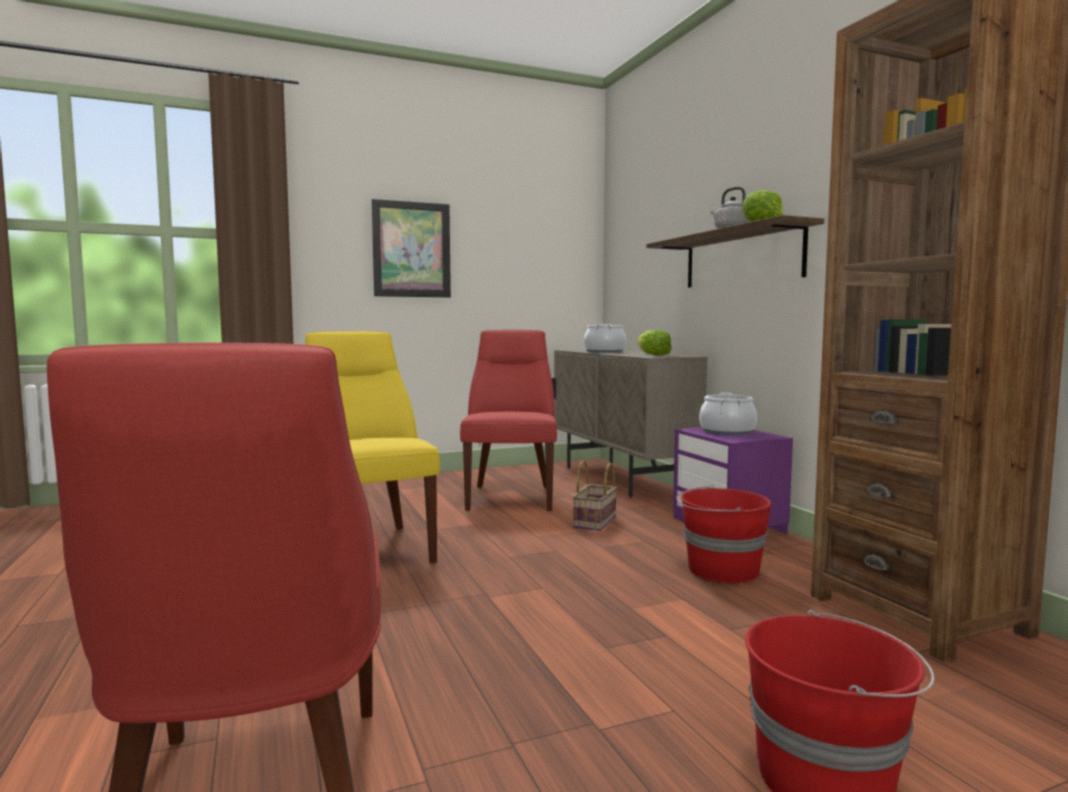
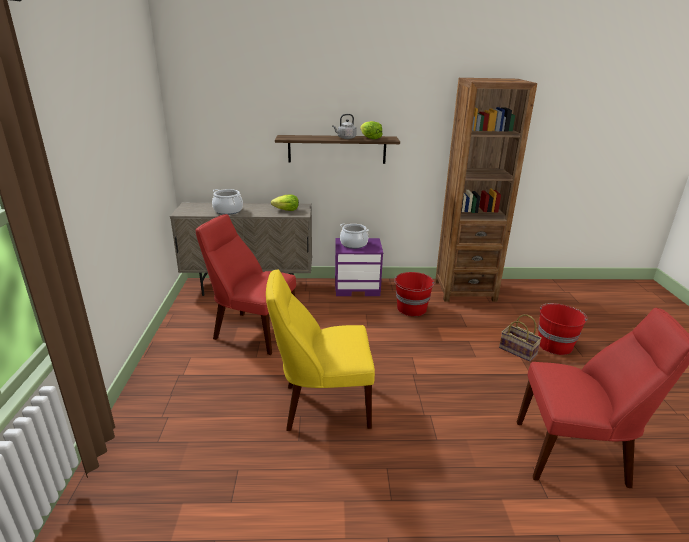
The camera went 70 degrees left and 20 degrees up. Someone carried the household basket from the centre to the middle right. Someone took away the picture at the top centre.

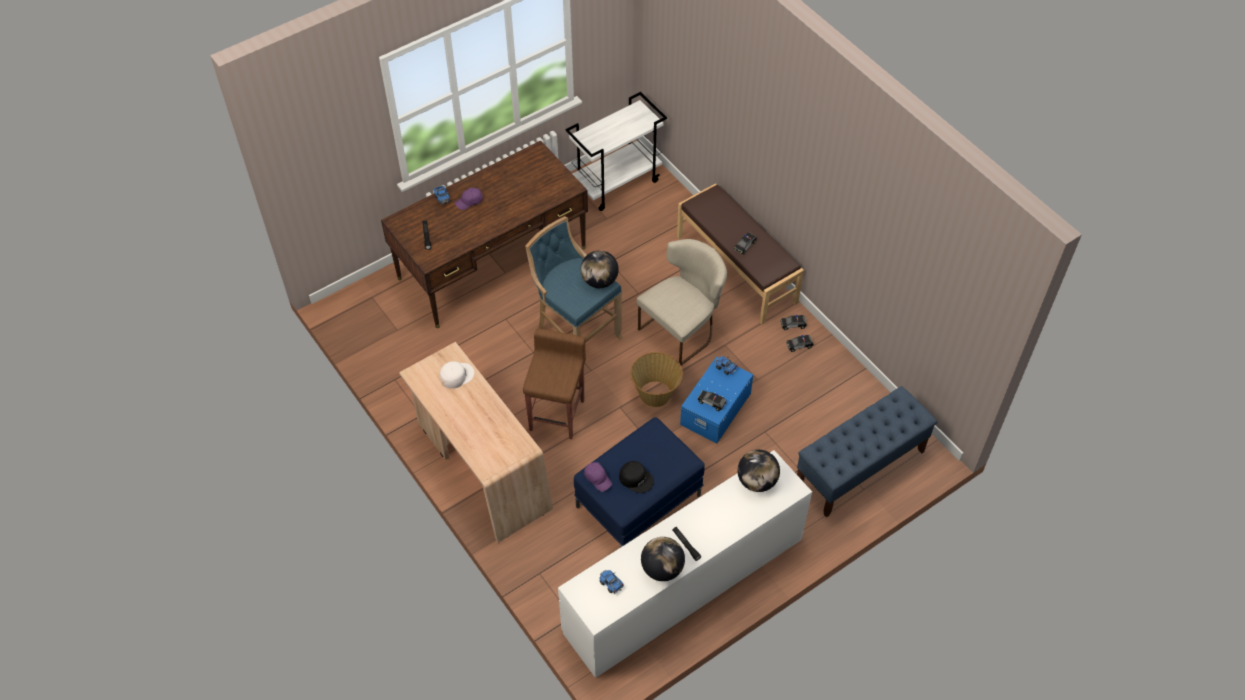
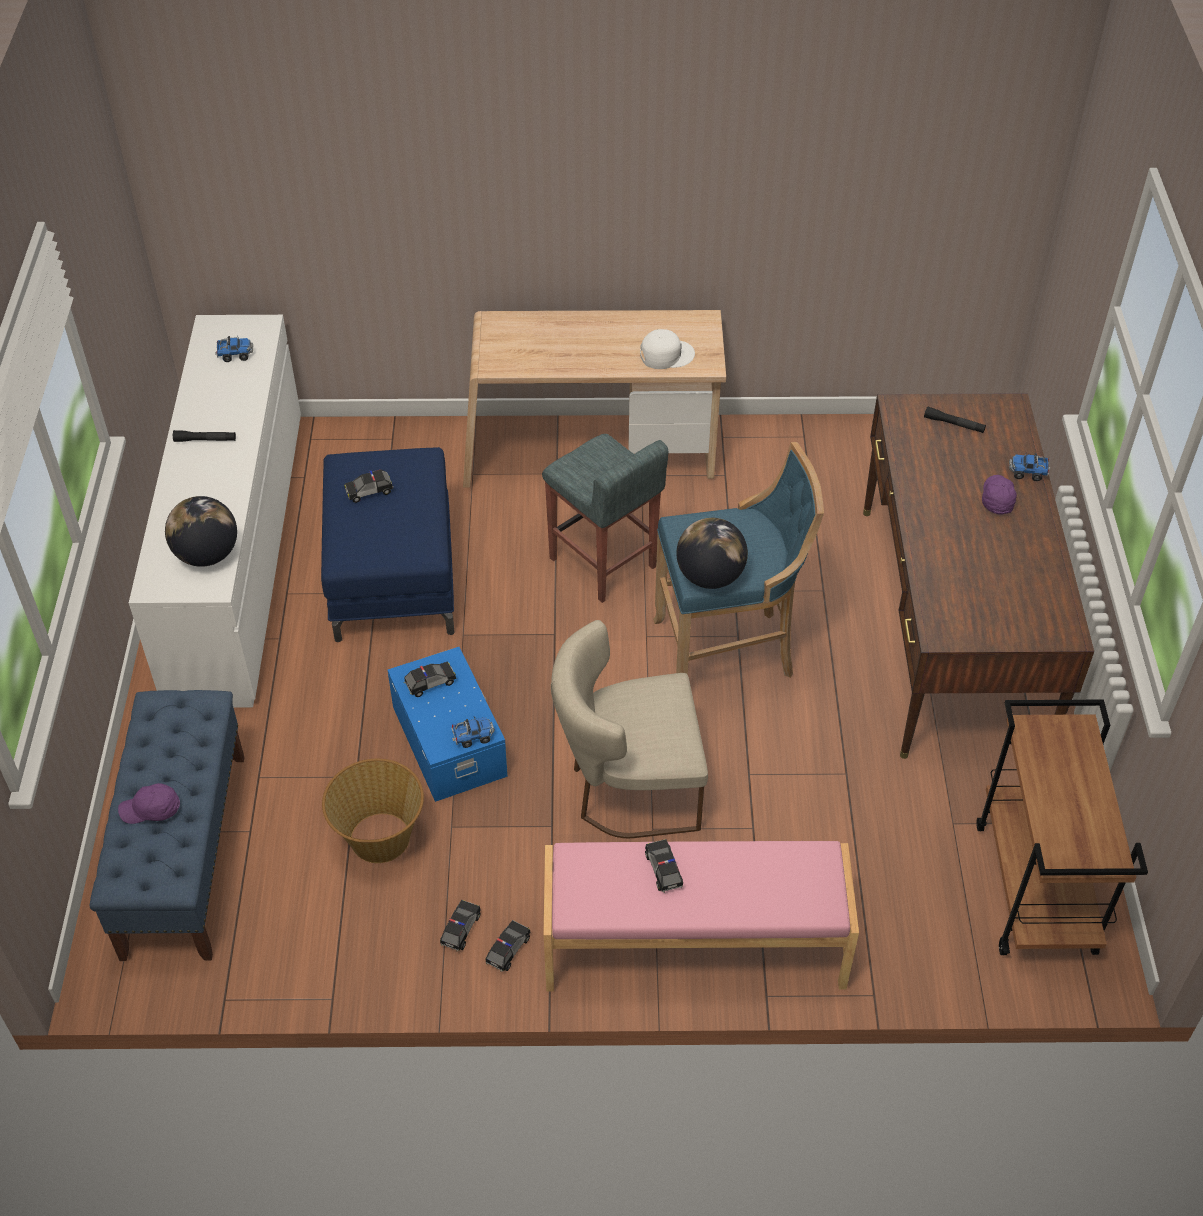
The camera went 125 degrees right and 5 degrees down. Someone carried the purple peaked cap (2nd from left in the first image) from the bottom centre to the middle left. Someone carried the household basket from the centre to the bottom left. Someone swapped the black-coloured peaked cap at the bottom centre for the toy car (1st from left) at the middle left. Someone repainted the brown stool at the centre, which became the greyish stool at the centre. Someone repainted the brown long seat at the centre, which became the pinkish long seat at the bottom centre. Someone rotated the beige-coloured plain chair at the centre by 90 degrees clockwise. Someone rotated the white peaked cap at the centre by 105 degrees counterclockwise. Someone repainted the white wheeled cart at the top centre, which became the brown wheeled cart at the bottom right. Someone took away the globe (2nd from left) at the bottom centre.

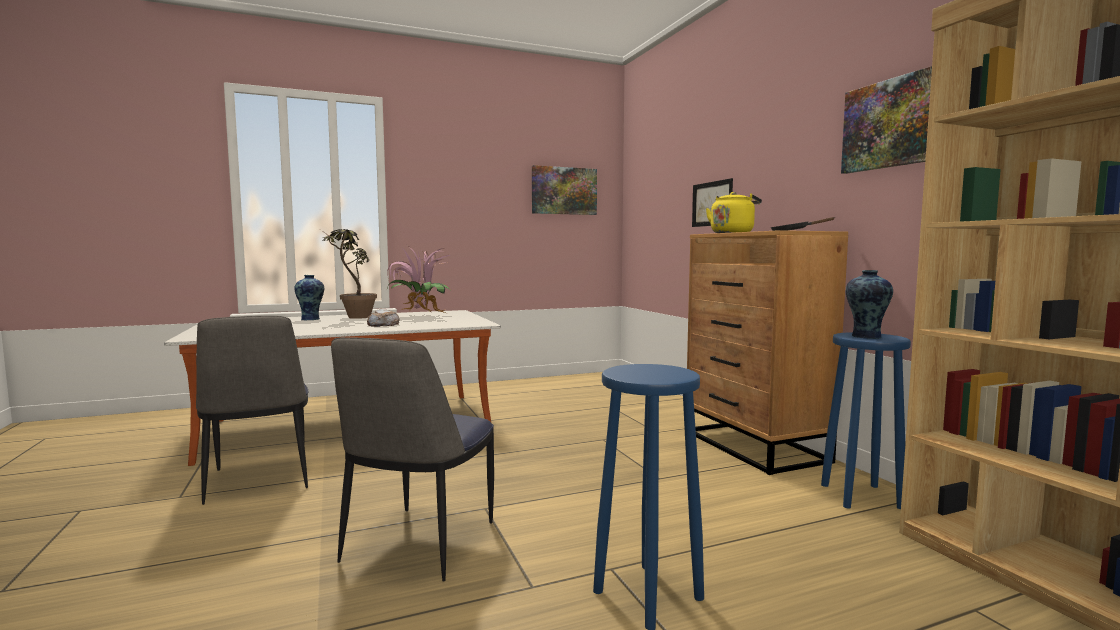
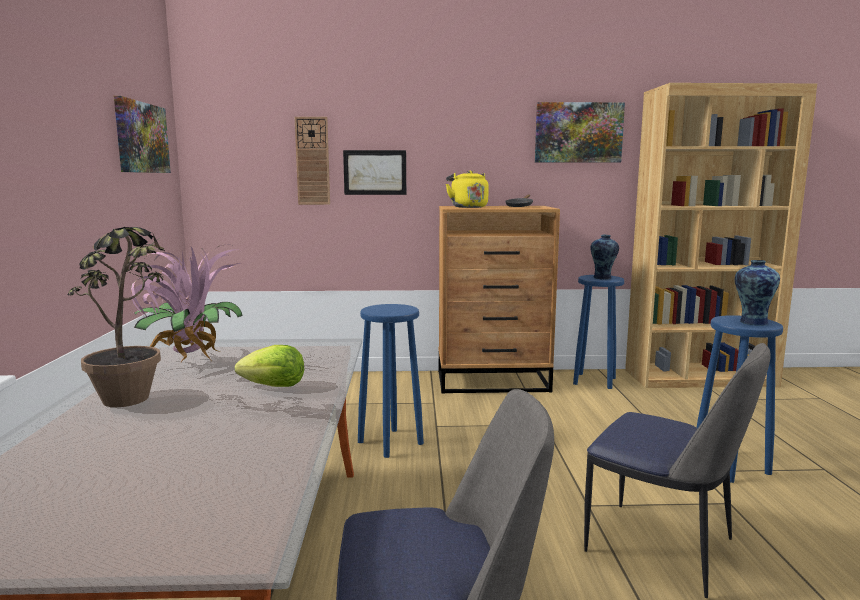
The camera went 70 degrees left and 5 degrees up. Someone swapped the bakery bread at the centre for the lettuce head at the middle left. Someone put up the wall clock at the top centre. Someone put down the blue stool (1st from left) at the centre. Someone carried the vase (1st from left in the first image) from the middle left to the middle right.

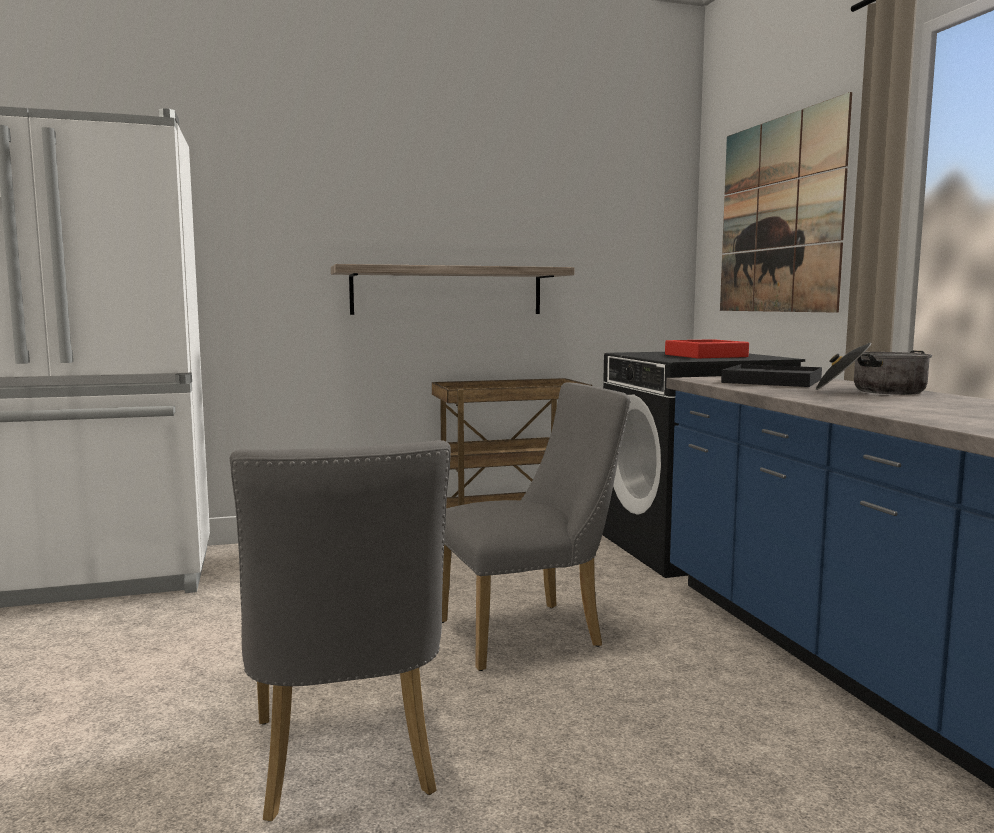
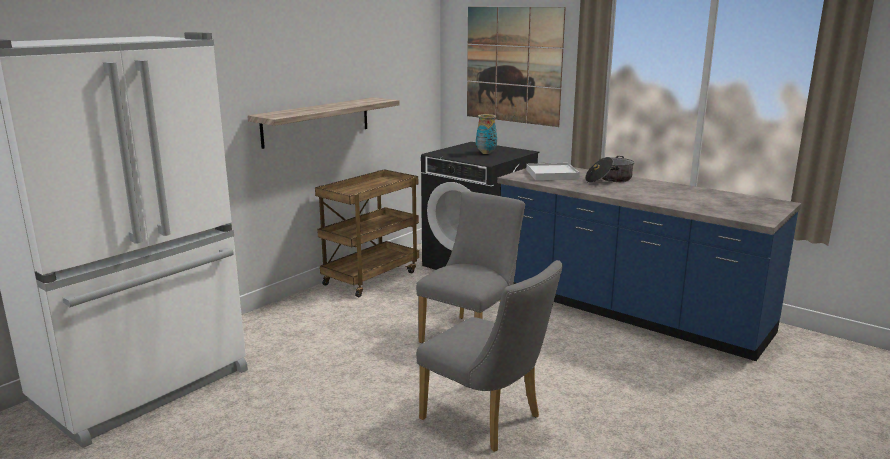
The camera went 35 degrees left and 10 degrees up. Someone swapped the red-coloured carrying tray at the middle right for the vase at the top centre. Someone repainted the black-coloured carrying tray at the middle right, which became the white carrying tray at the centre.

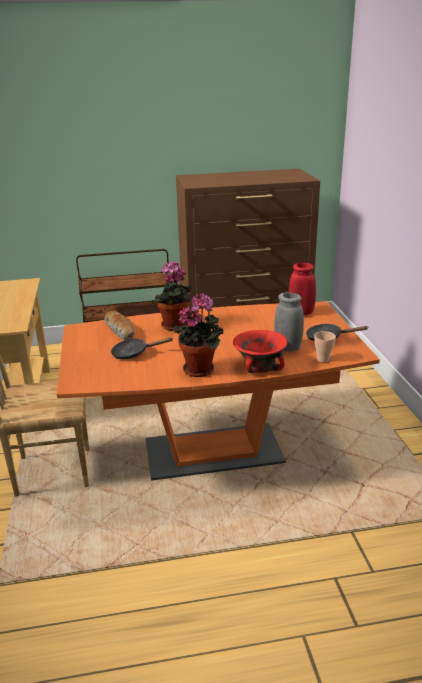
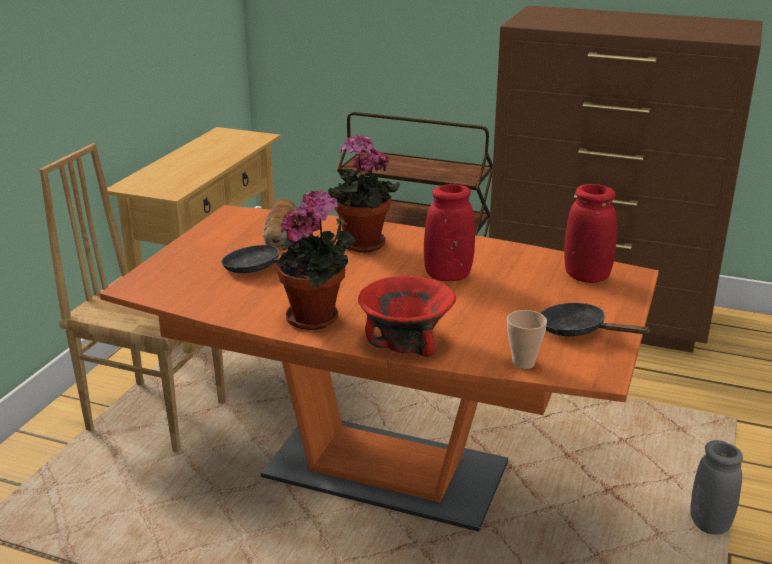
The camera went 30 degrees right and 0 degrees up. Someone put down the red-coloured vase (1st from left) at the centre. Someone carried the greyish vase from the middle right to the bottom right.

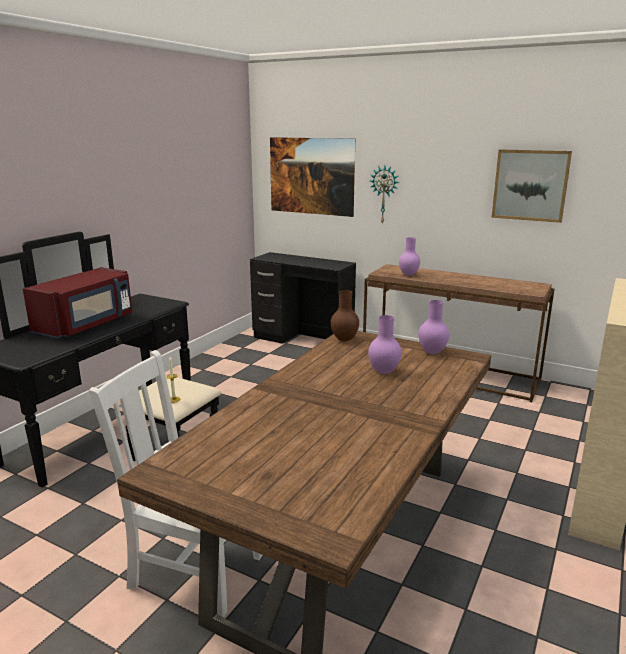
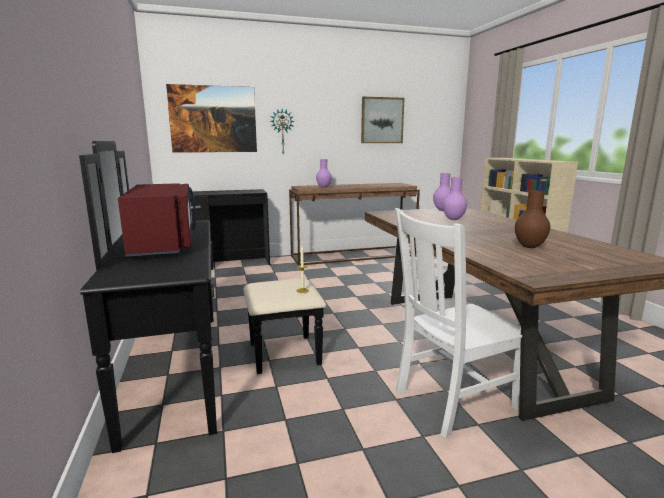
The camera went 45 degrees left and 5 degrees down. Someone carried the brown vase from the centre to the middle right.

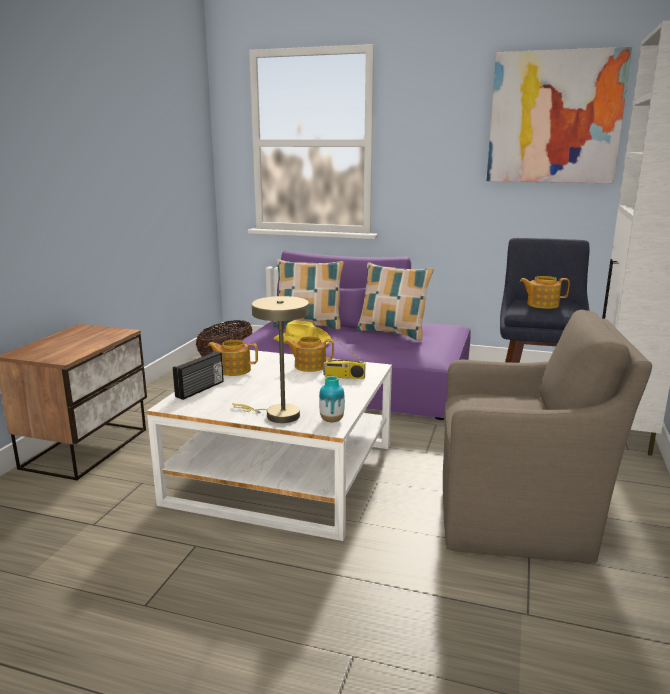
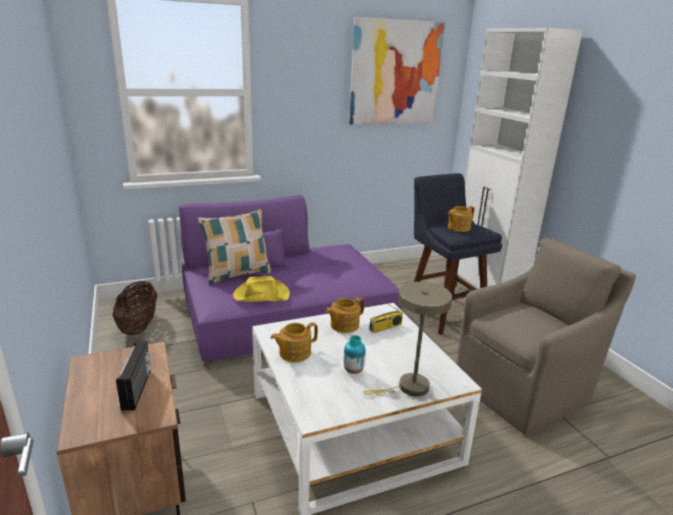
The camera went 40 degrees left and 5 degrees up. Someone carried the radio set (1st from left) from the middle left to the bottom left. Someone carried the vase from the centre to the bottom centre. Someone took away the throw pillow (2nd from left) at the centre.

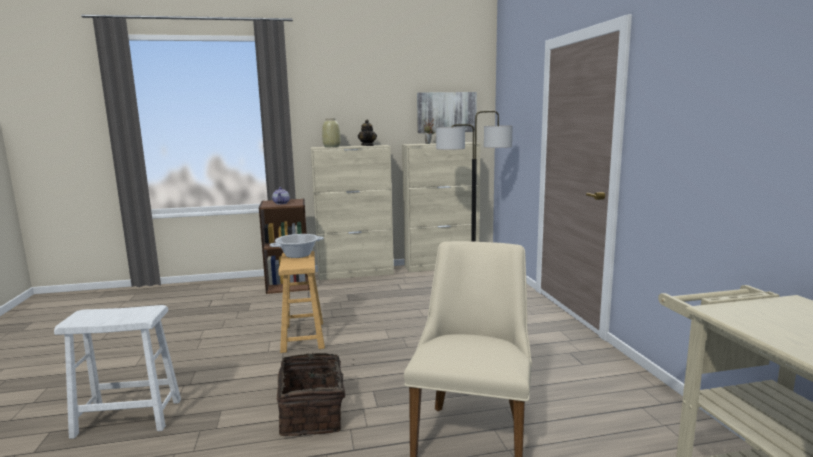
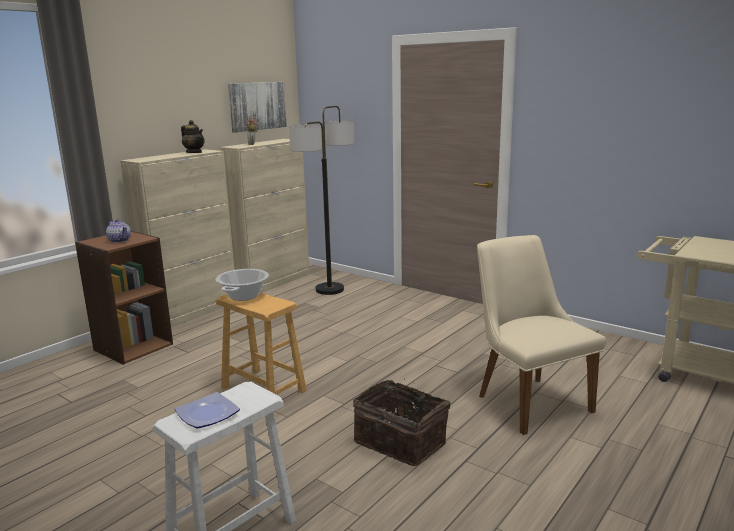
The camera went 40 degrees left and 5 degrees up. Someone put down the flat dish at the bottom left. Someone took away the beige-coloured vase at the top centre.

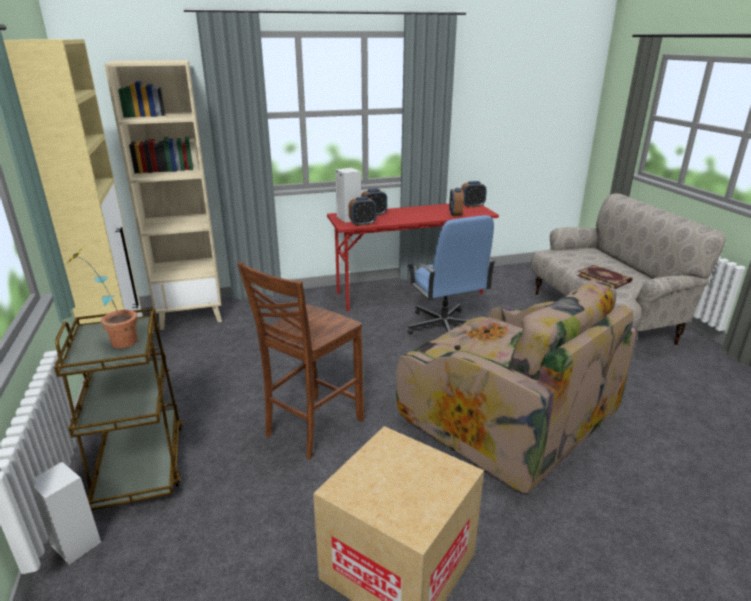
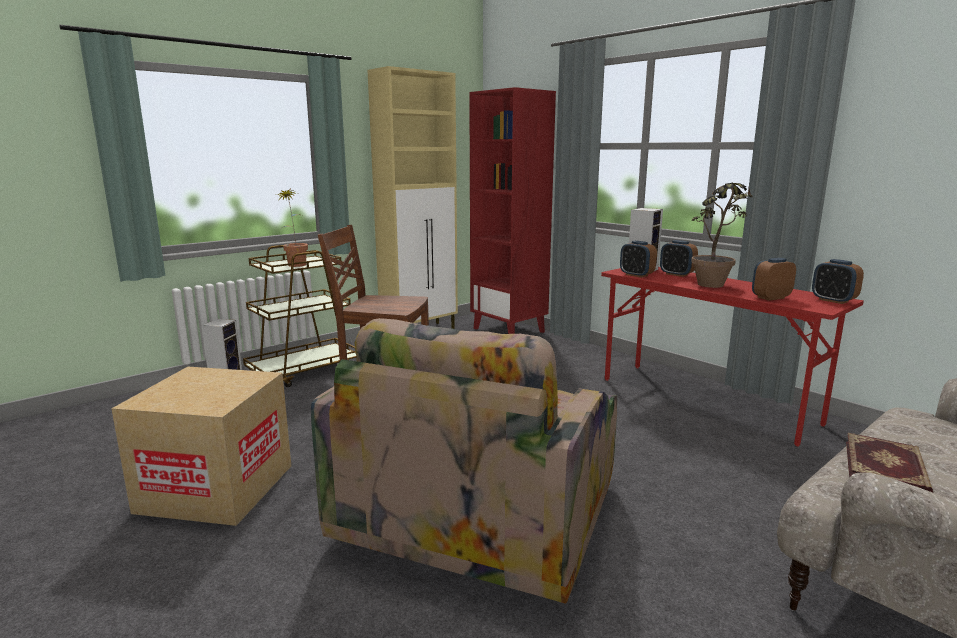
The camera went 65 degrees right and 10 degrees down. Someone repainted the beige-coloured shelving unit at the top left, which became the red-coloured shelving unit at the top centre. Someone put down the plant in a pot (2nd from left) at the middle right. Someone took away the blue desk chair at the centre.

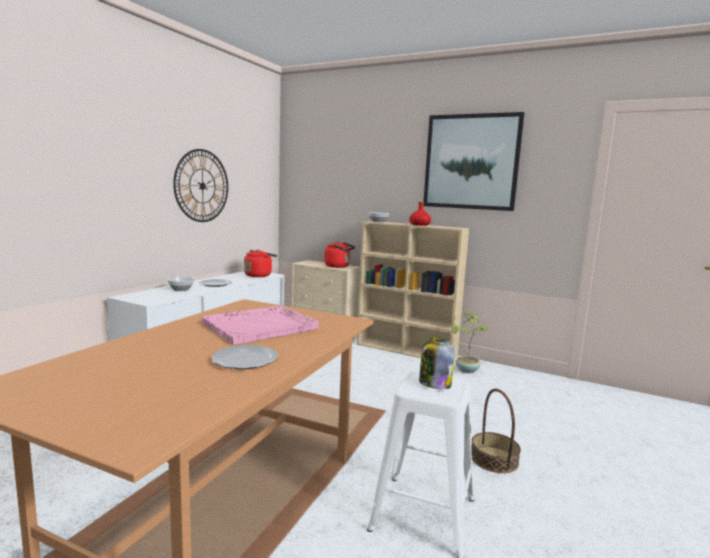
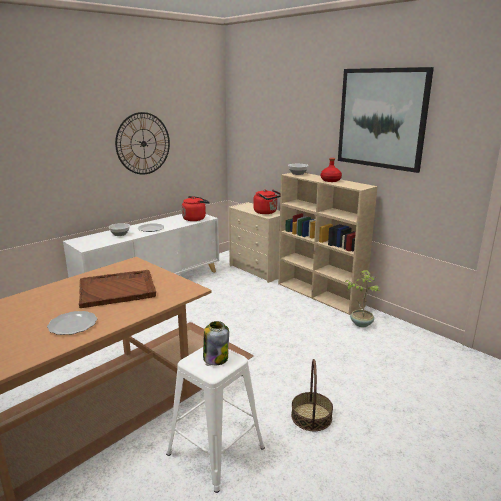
The camera went 20 degrees right and 10 degrees up. Someone repainted the pinkish carrying tray at the centre, which became the brown carrying tray at the middle left.

